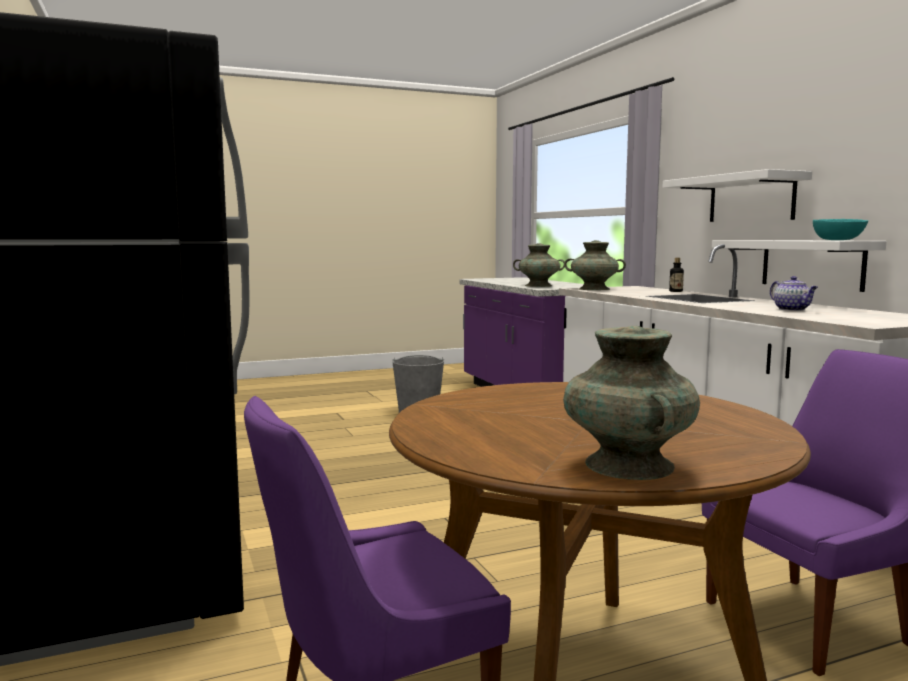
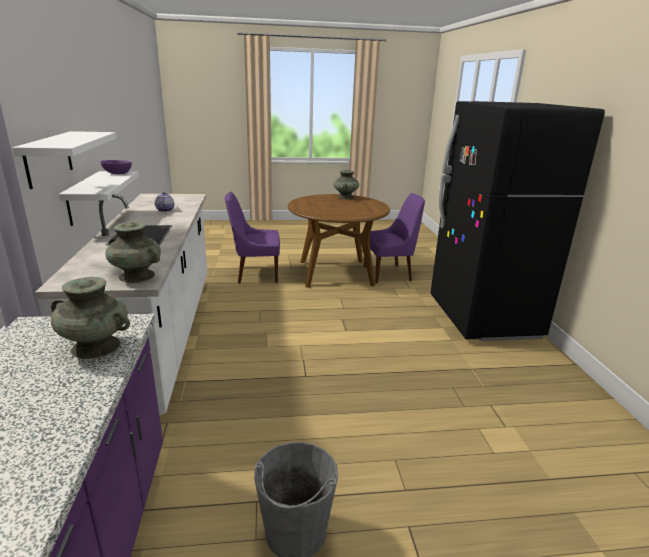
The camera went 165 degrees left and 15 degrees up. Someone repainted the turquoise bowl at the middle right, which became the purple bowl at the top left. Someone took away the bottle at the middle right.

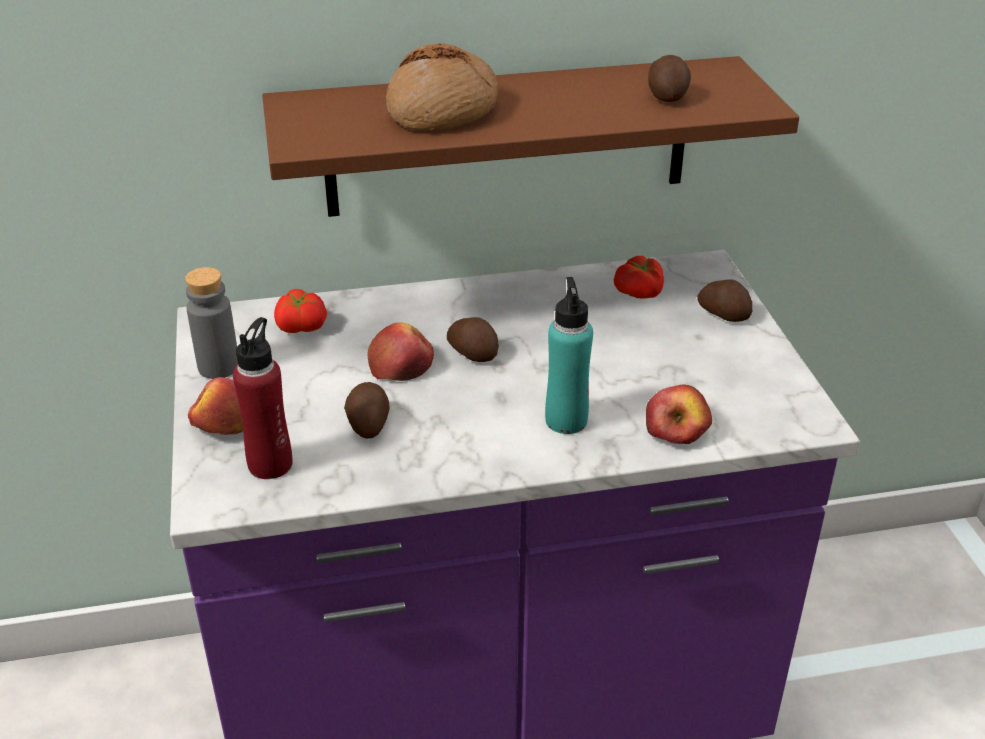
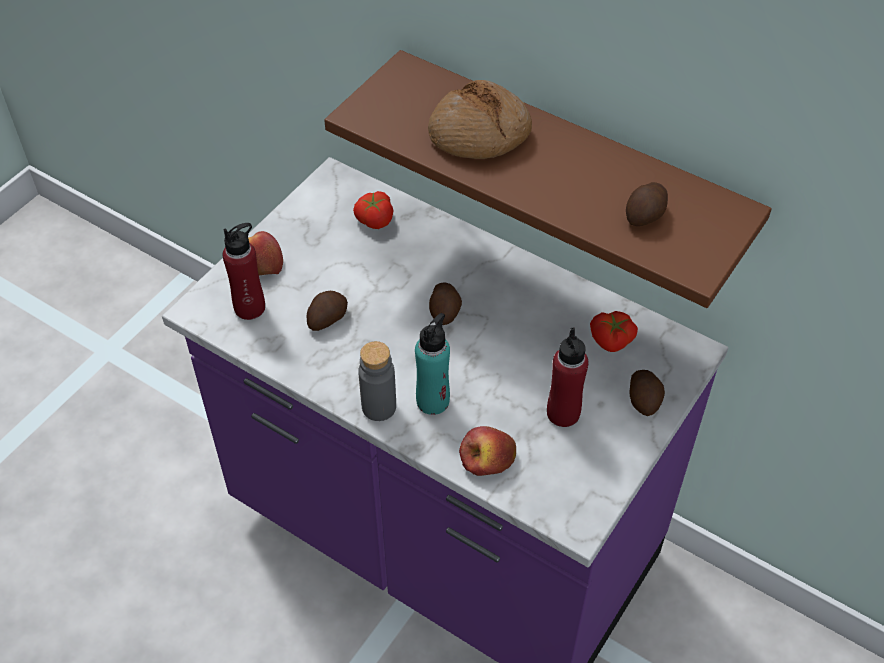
The camera went 45 degrees right and 15 degrees up. Someone carried the greyish bottle from the middle left to the centre. Someone put down the red-coloured bottle (2nd from left) at the centre. Someone took away the apple fruit (2nd from left) at the centre.

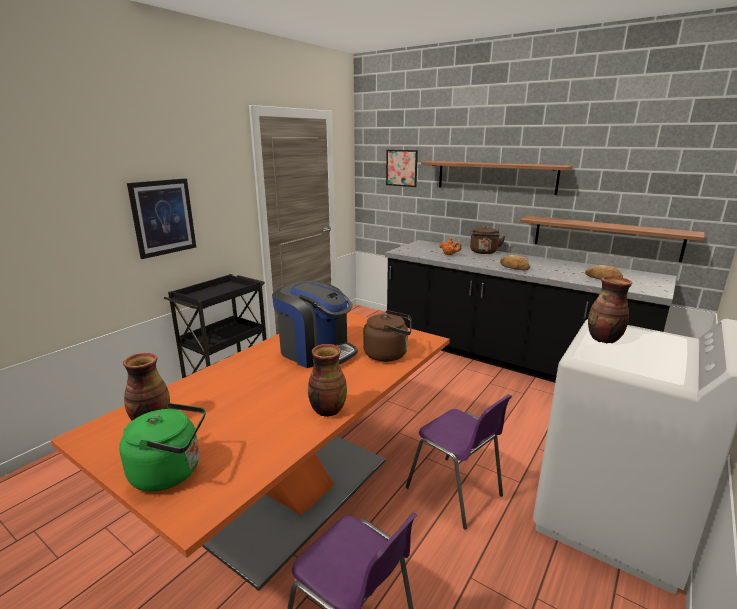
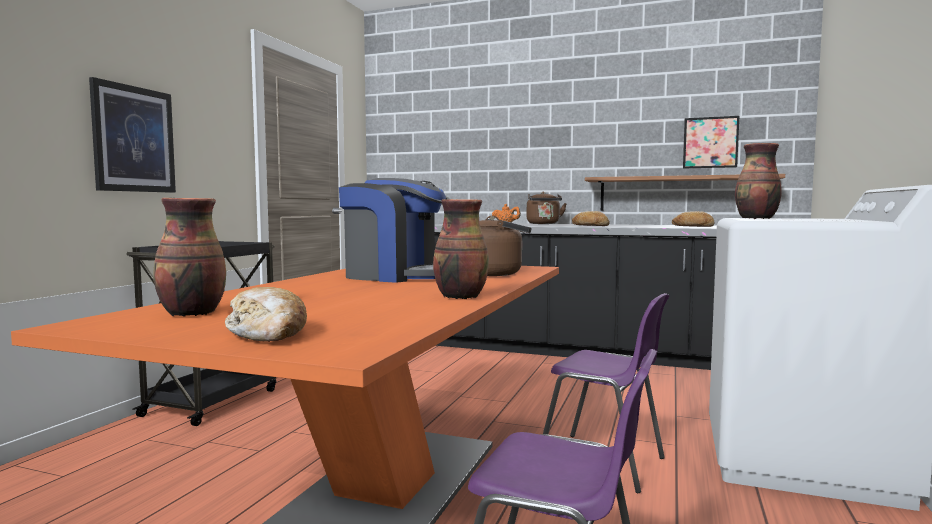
The camera went 15 degrees left and 15 degrees down. Someone swapped the green water kettle at the bottom left for the bakery bread (1st from left) at the middle left. Someone carried the picture (2nd from left) from the top centre to the top right. Someone took away the shelf (1st from left) at the top right.

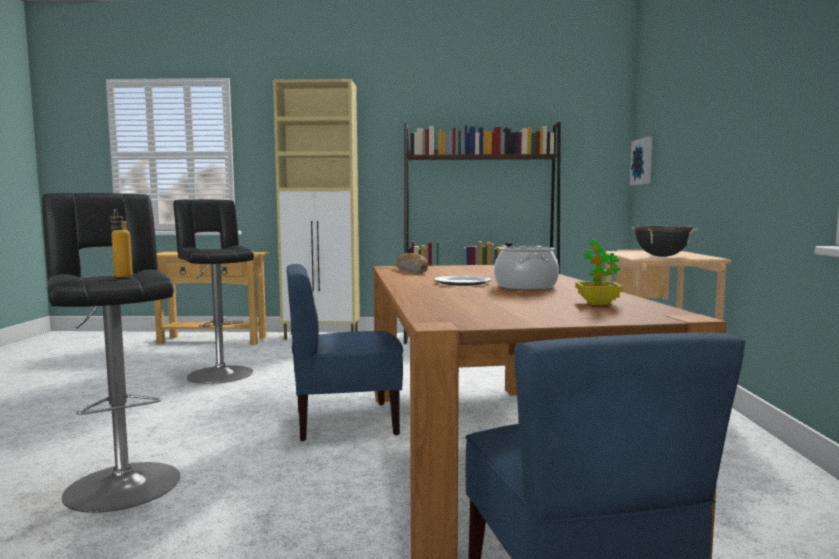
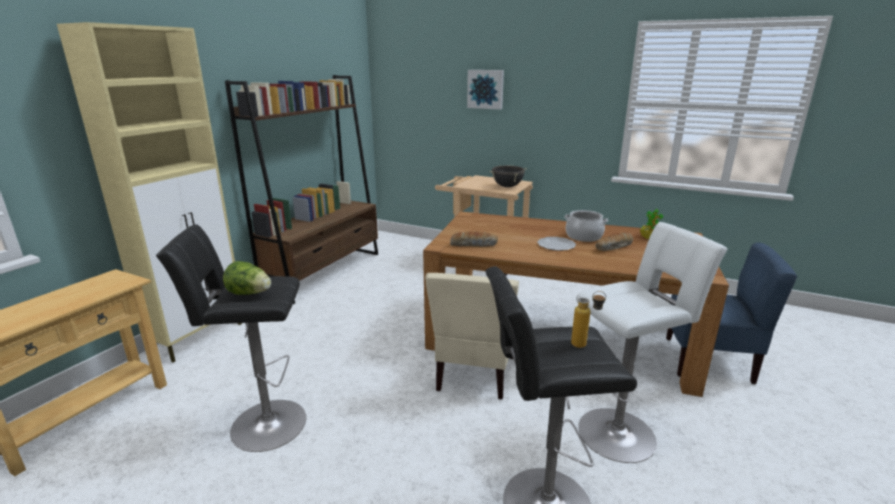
The camera went 65 degrees left and 15 degrees up. Someone put down the lettuce head at the middle left. Someone repainted the blue plain chair (1st from left) at the centre, which became the beige-coloured plain chair at the bottom centre. Someone carried the picture from the top right to the top centre. Someone put down the white stool at the bottom right. Someone put down the bakery bread (2nd from left) at the middle right.

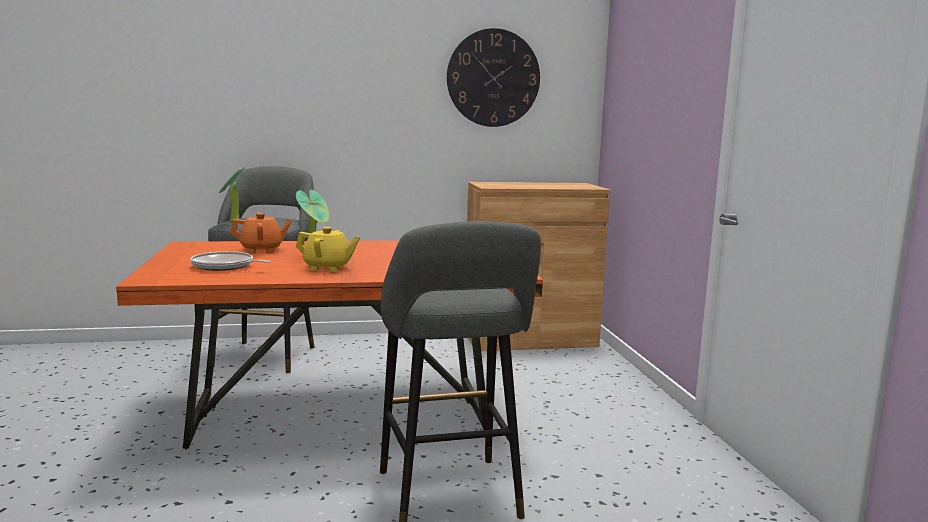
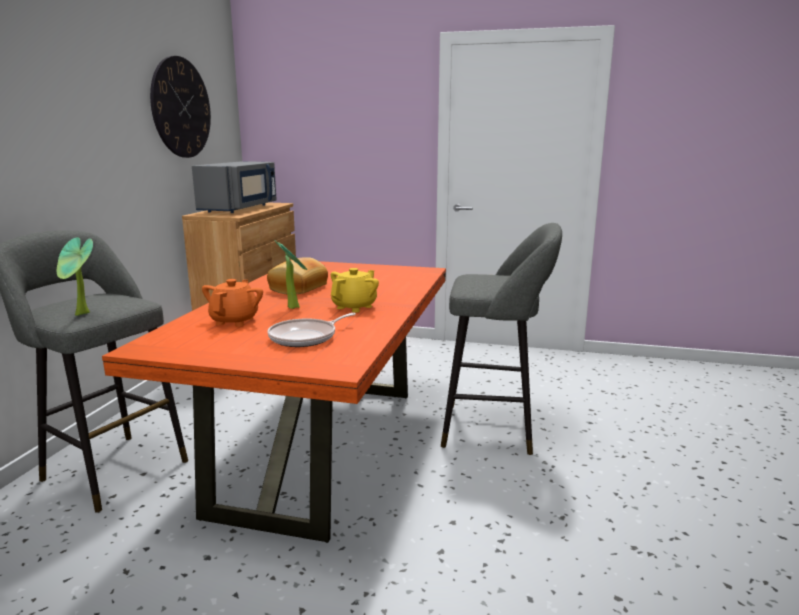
The camera went 65 degrees left and 5 degrees up. Someone put down the greyish microwave at the top left. Someone put down the bakery bread at the centre.

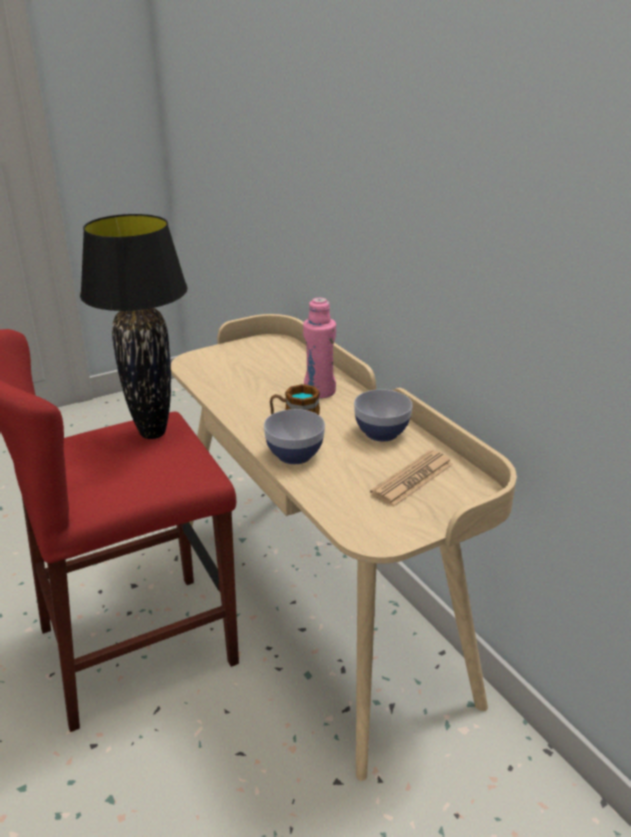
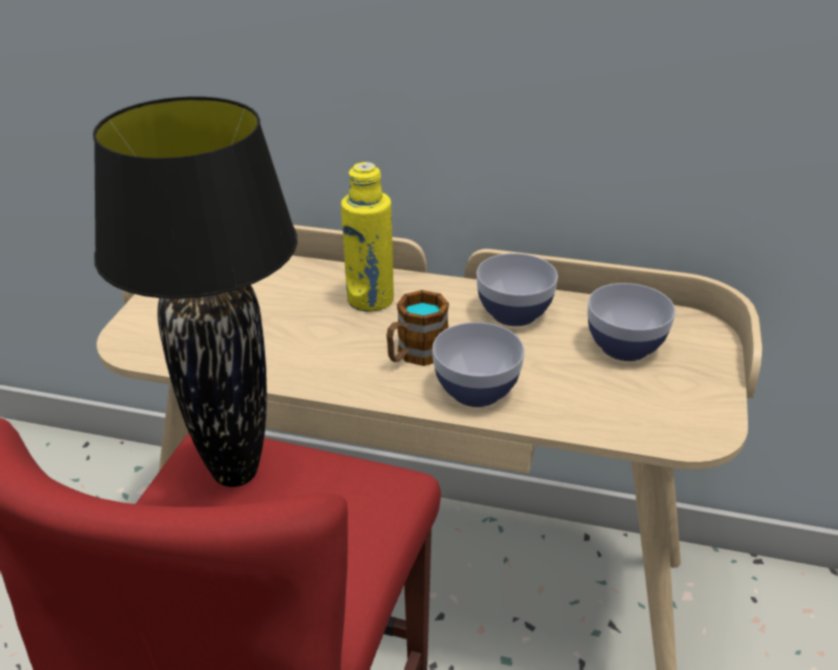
The camera went 45 degrees left and 5 degrees up. Someone repainted the pinkish bottle at the centre, which became the yellowish bottle at the centre. Someone swapped the daily paper at the centre for the bowl (3rd from left) at the middle right.

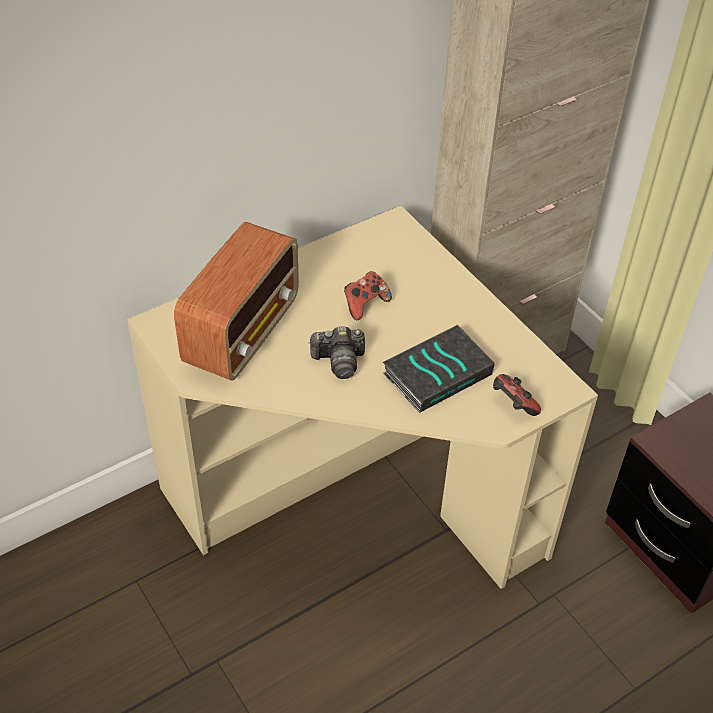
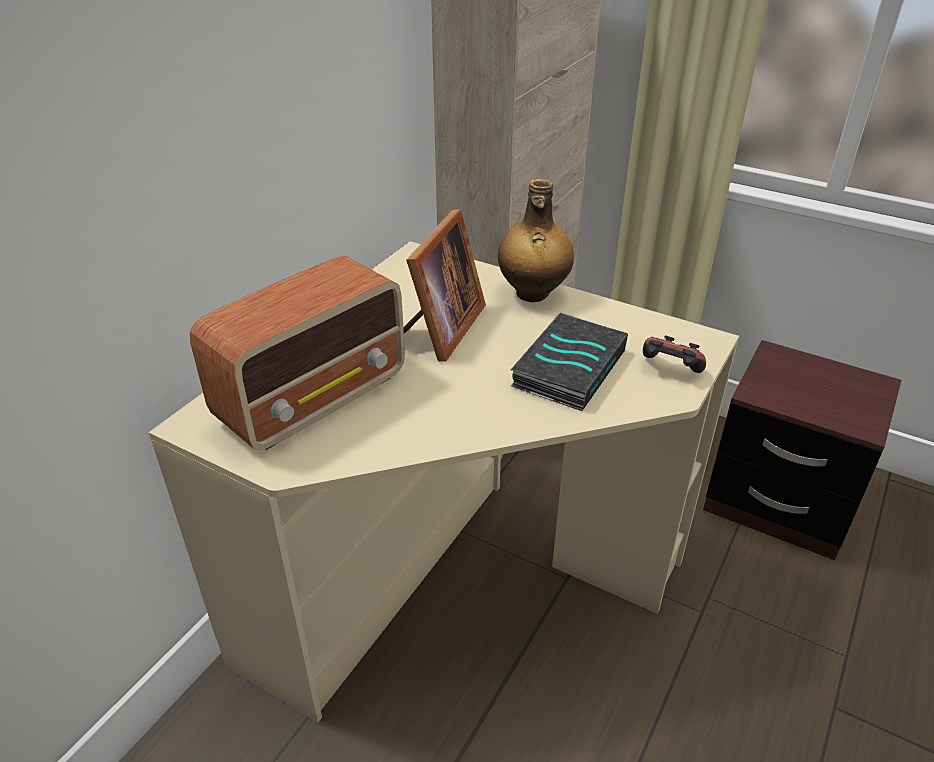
The camera went 25 degrees left and 10 degrees down. Someone rotated the radio set at the middle left by 45 degrees clockwise. Someone swapped the gamepad (1st from left) at the centre for the standing frame at the centre. Someone put down the bottle at the top centre. Someone took away the photo camera at the centre.

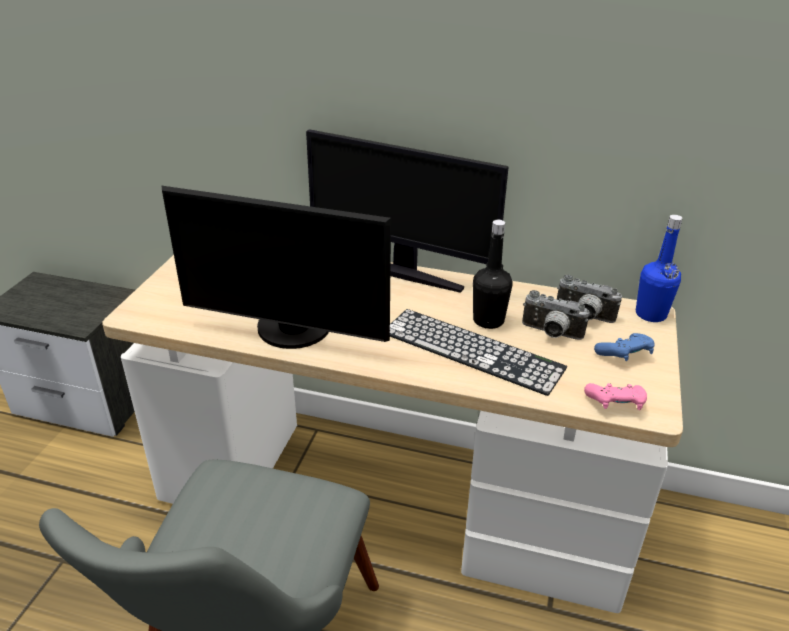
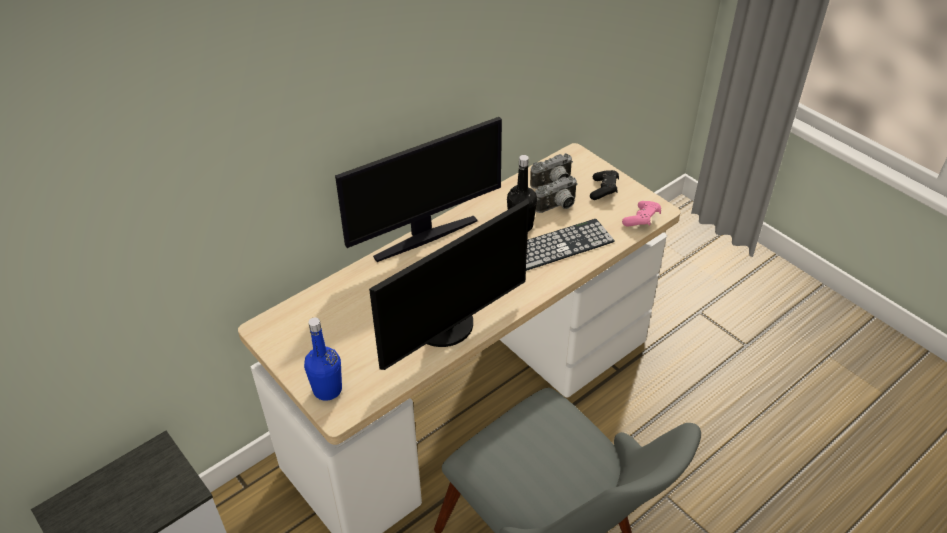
The camera went 55 degrees left and 10 degrees up. Someone carried the blue bottle from the middle right to the bottom centre. Someone repainted the blue gamepad at the middle right, which became the black-coloured gamepad at the centre.

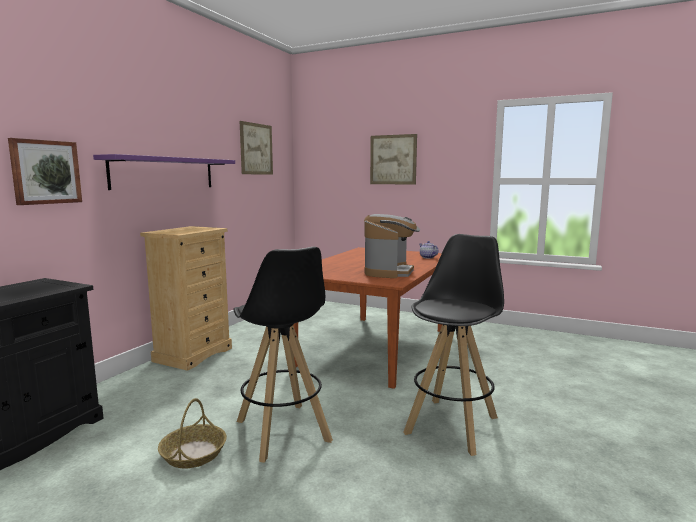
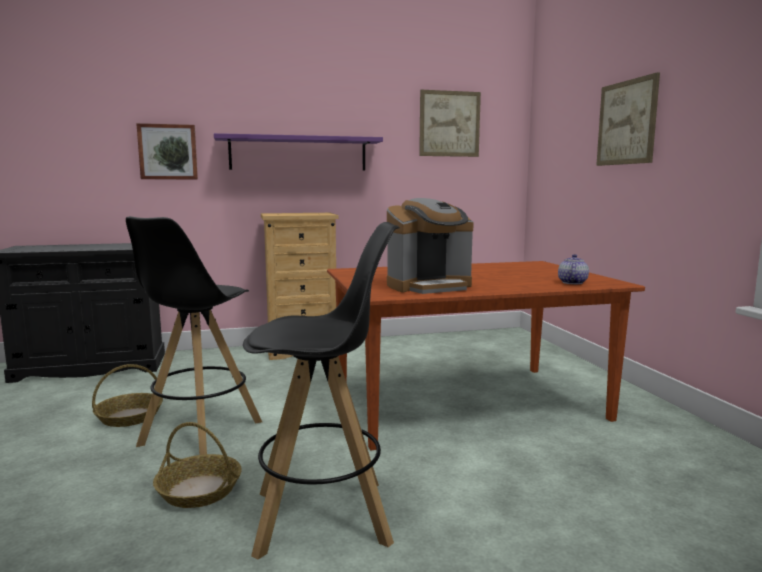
The camera went 50 degrees right and 0 degrees up. Someone put down the household basket (2nd from left) at the bottom left.

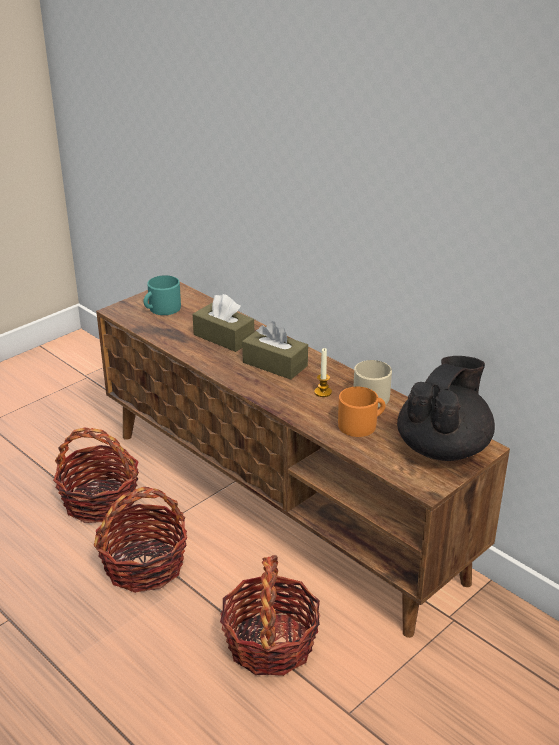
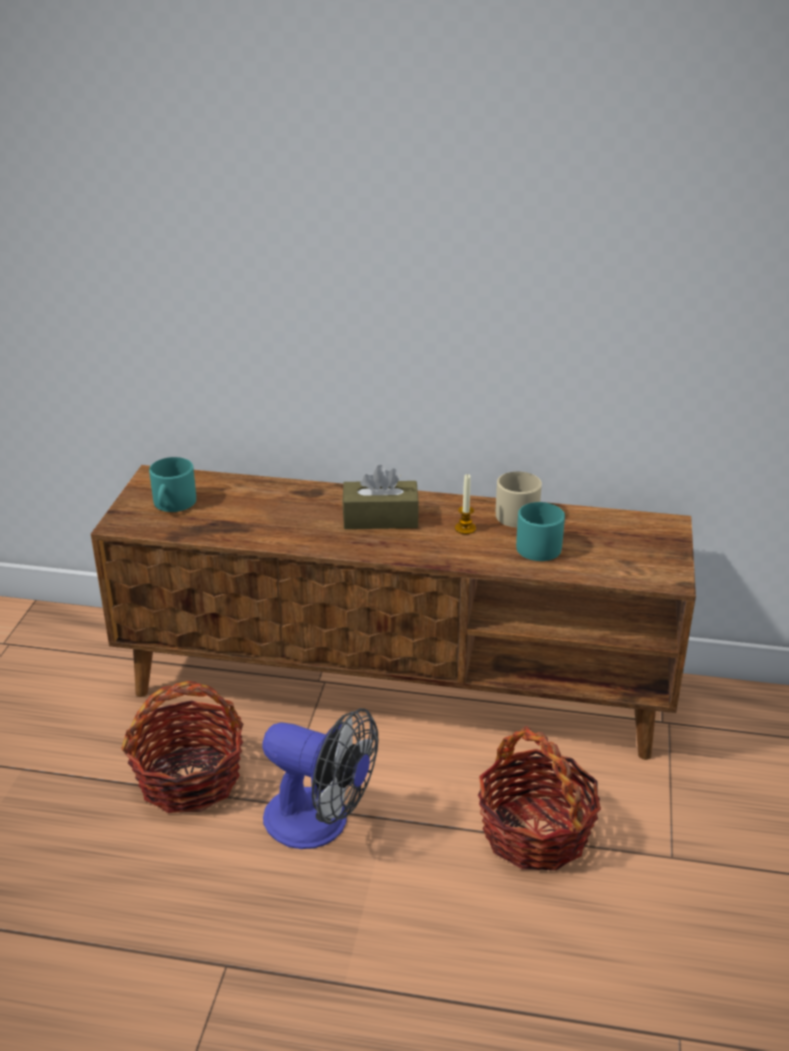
The camera went 35 degrees left and 0 degrees up. Someone swapped the household basket (2nd from left) at the bottom left for the electric fan at the bottom centre. Someone repainted the orangey mug at the centre, which became the turquoise mug (2nd from left) at the middle right. Someone took away the brown tissue holder (1st from left) at the centre. Someone took away the black-coloured pot for tea at the middle right.

